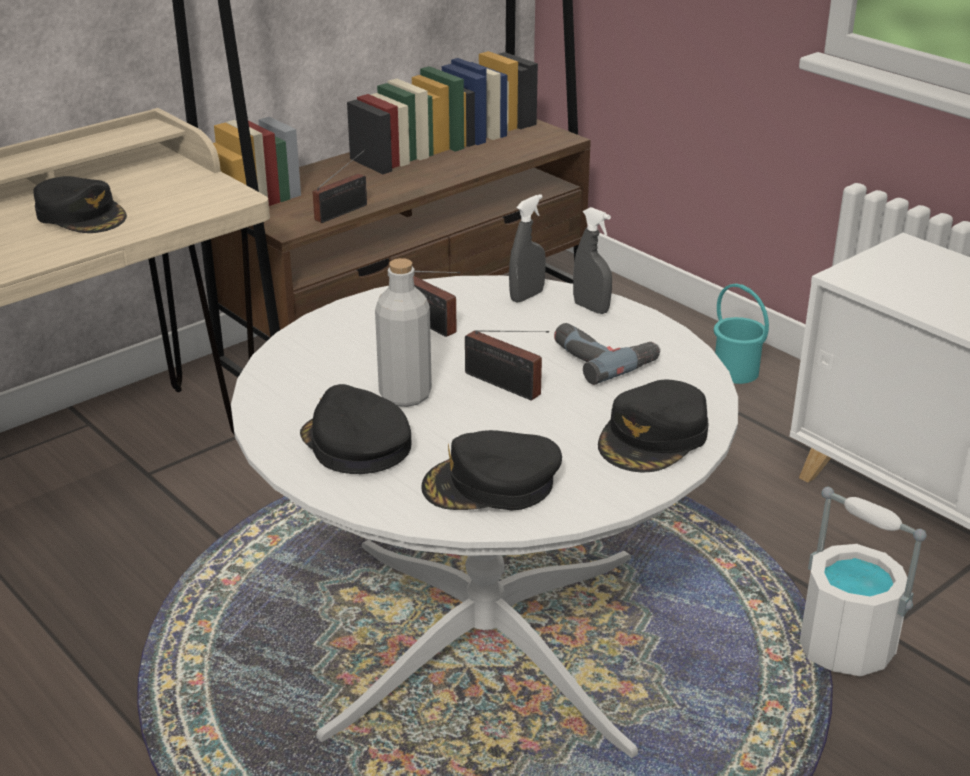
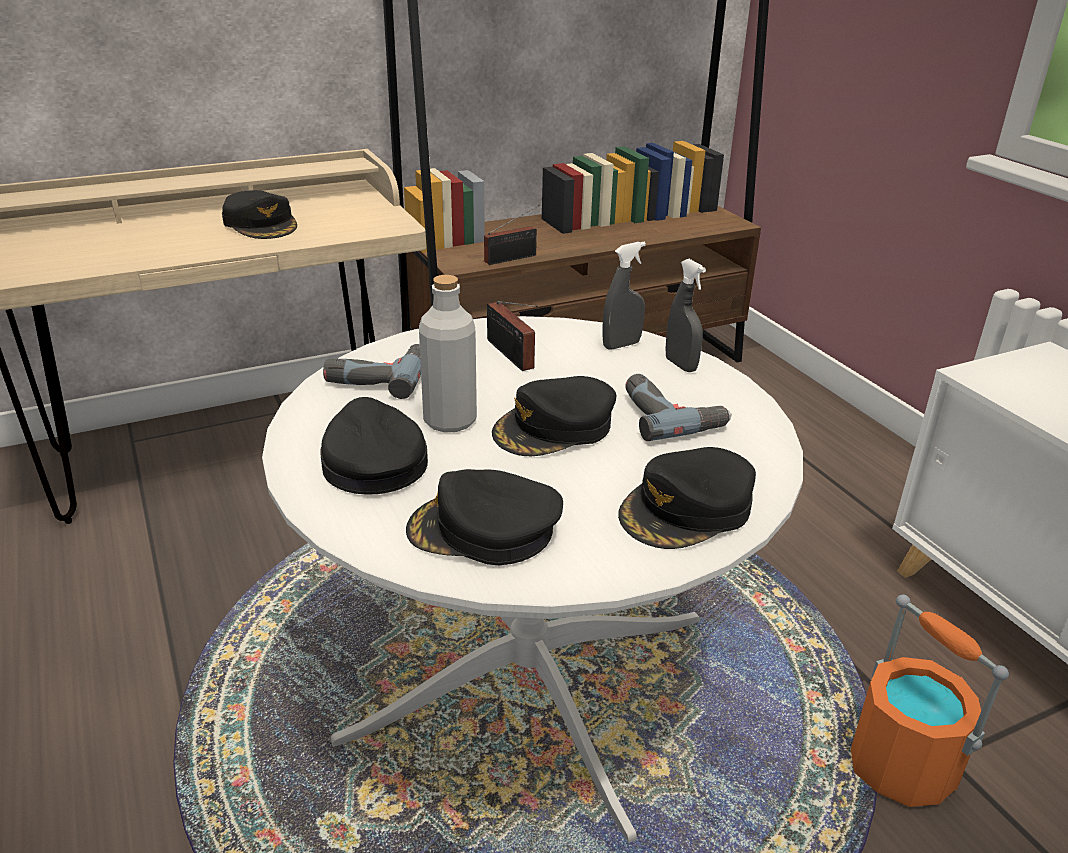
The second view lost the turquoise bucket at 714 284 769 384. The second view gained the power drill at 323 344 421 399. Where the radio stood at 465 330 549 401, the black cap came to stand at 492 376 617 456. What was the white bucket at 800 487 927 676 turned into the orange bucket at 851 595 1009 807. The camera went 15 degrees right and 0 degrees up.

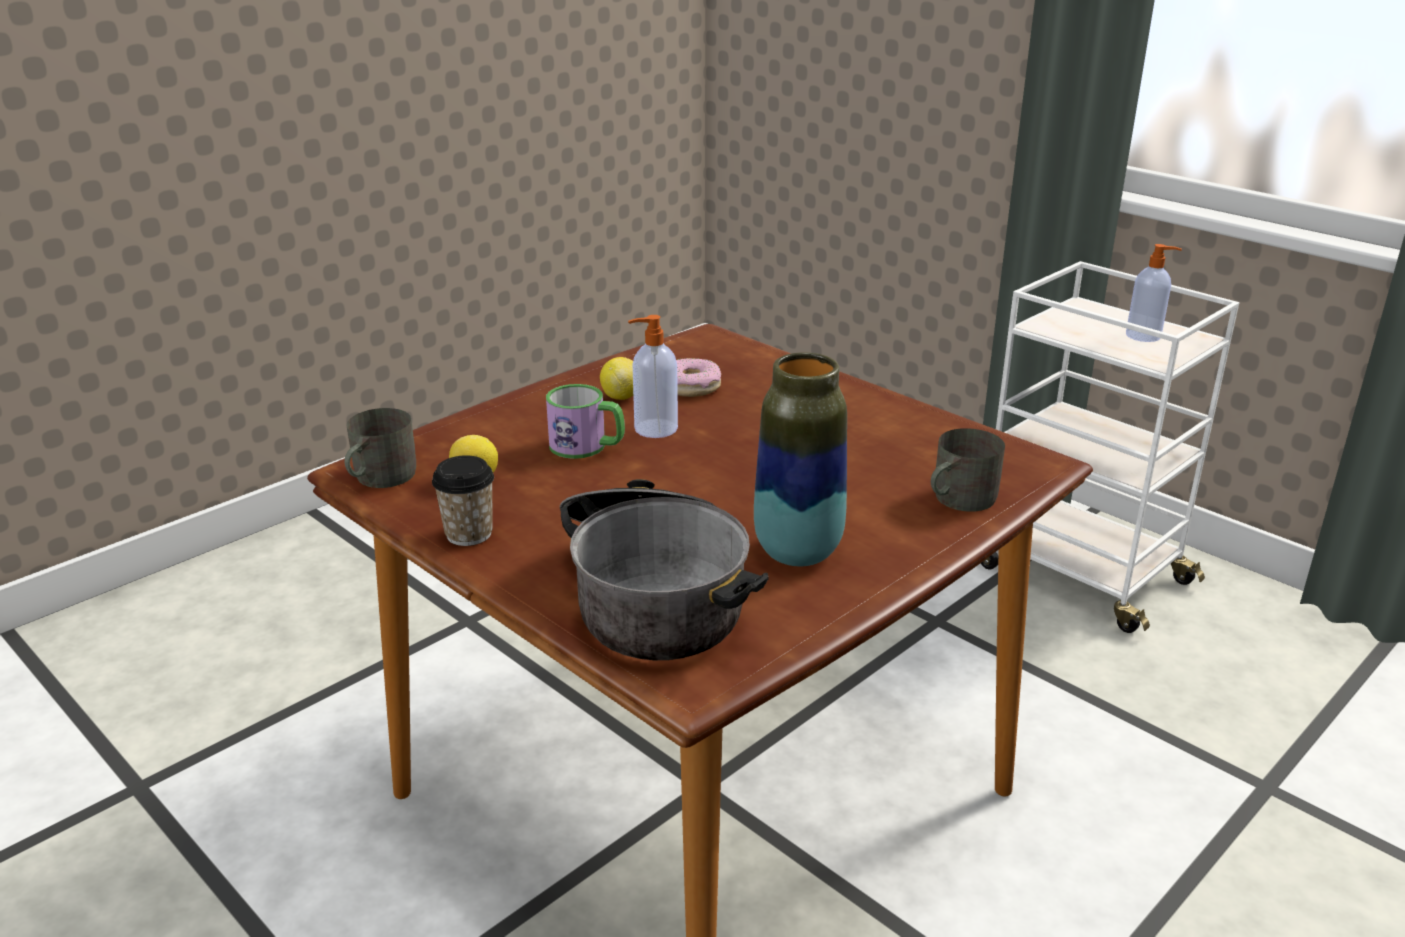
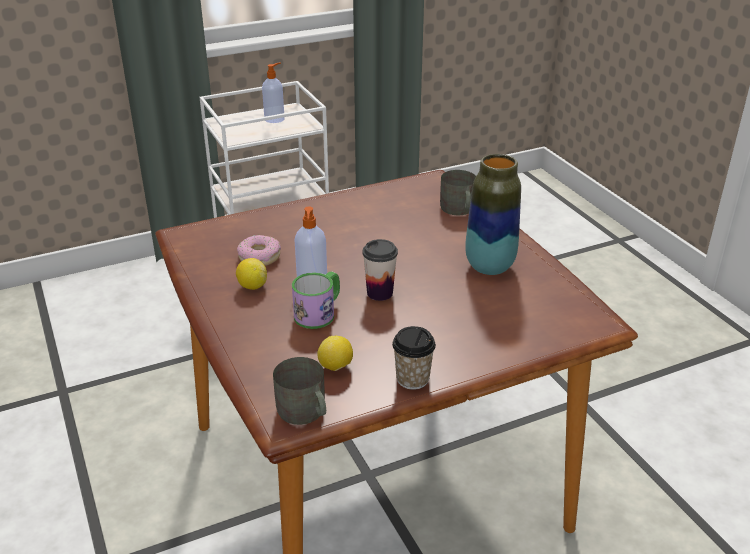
The second view lost the cooking pot at 560 479 768 660. The second view gained the cup at 362 239 398 301. The camera went 70 degrees left and 5 degrees up.

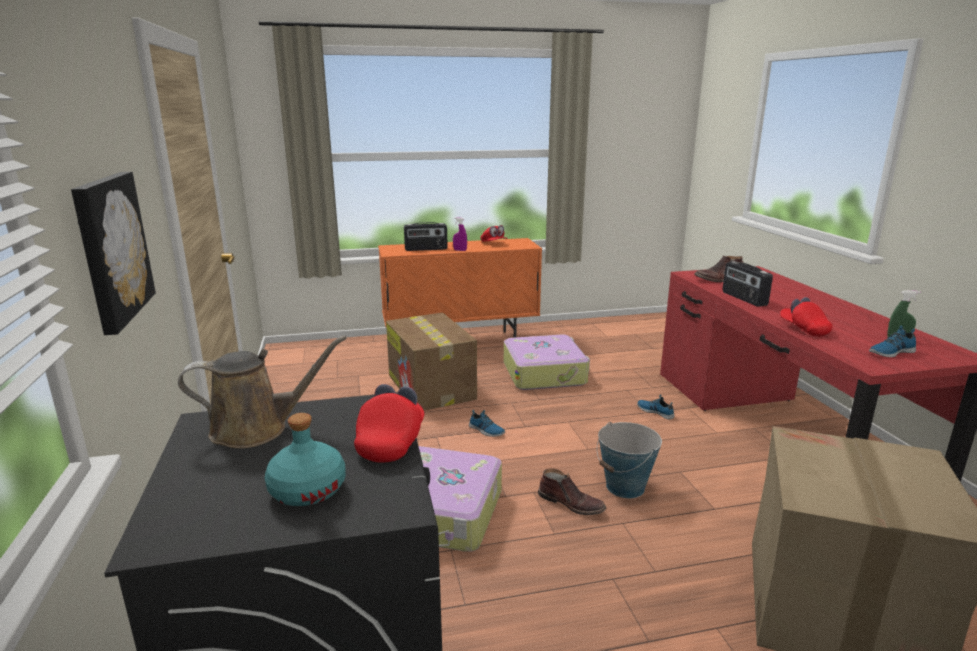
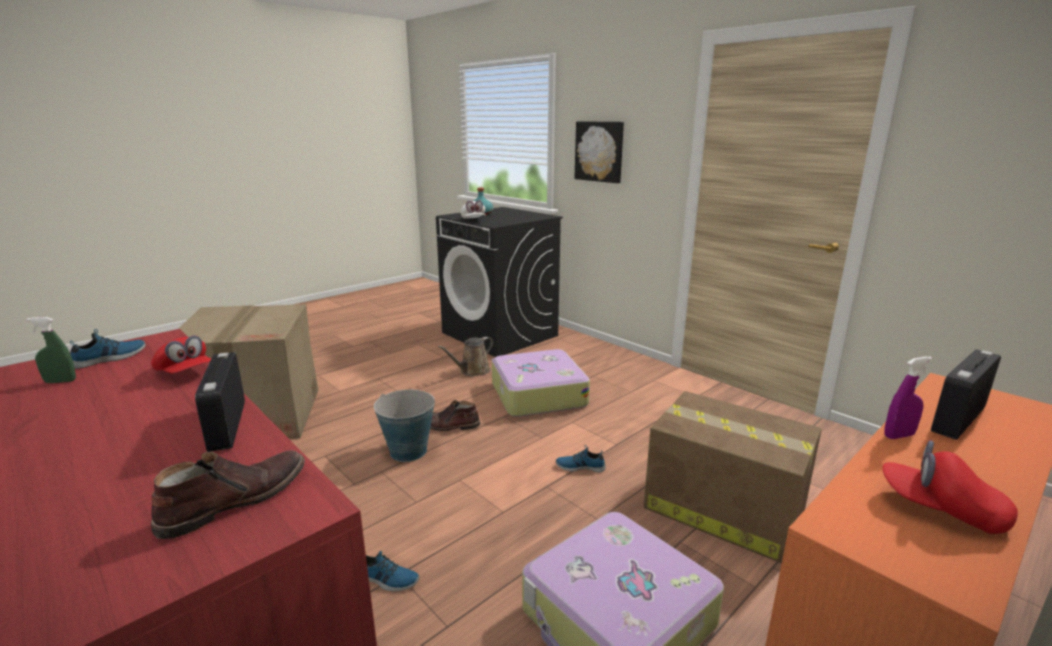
The brown watering can ended up elsewhere, having gone from 178 335 346 449 to 438 337 493 376. What was the red cap at 354 384 424 462 turned into the white cap at 461 200 486 218. The radio at 722 261 773 307 ended up facing another way, 150 degrees counterclockwise from before. The camera went 150 degrees right and 0 degrees up.

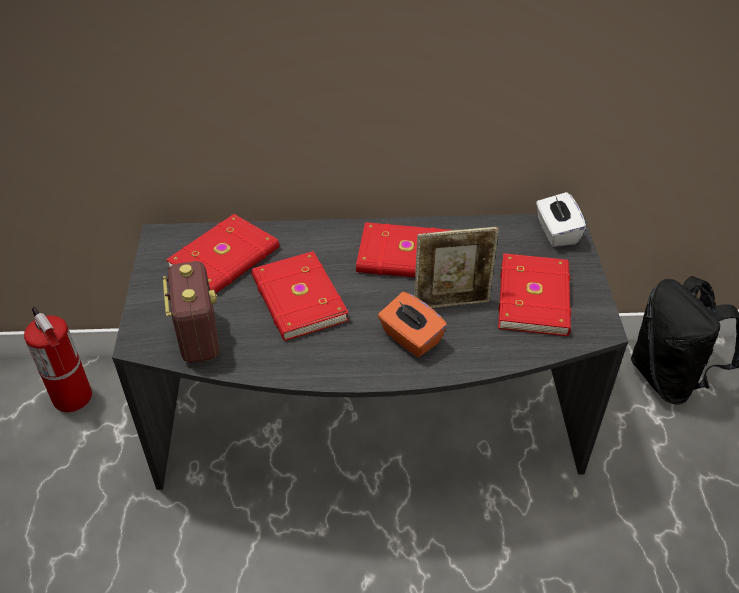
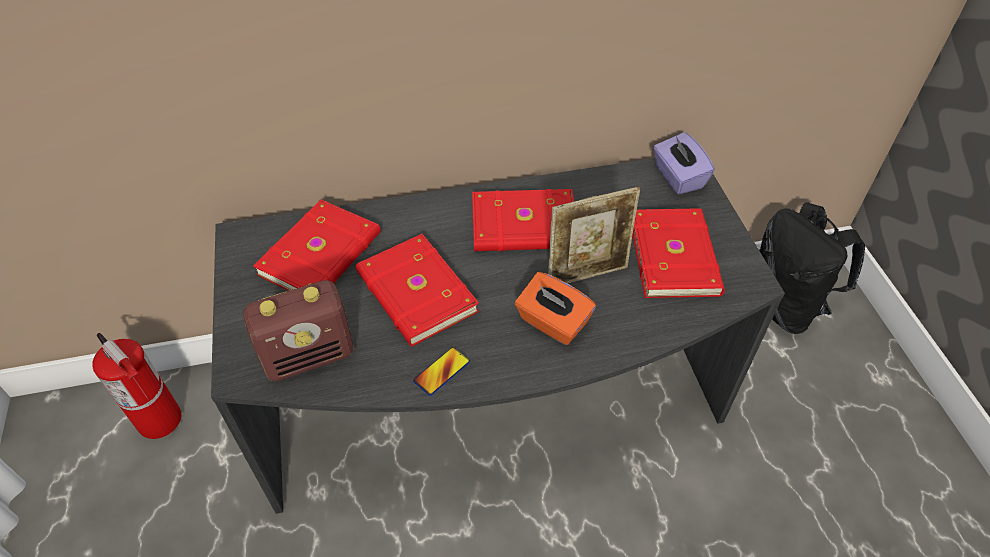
The second view gained the phone at 413 347 470 396. What was the white tissue box at 536 192 586 247 turned into the purple tissue box at 653 132 715 195. The radio at 163 261 219 363 ended up facing another way, 90 degrees clockwise from before. The camera went 10 degrees left and 5 degrees up.

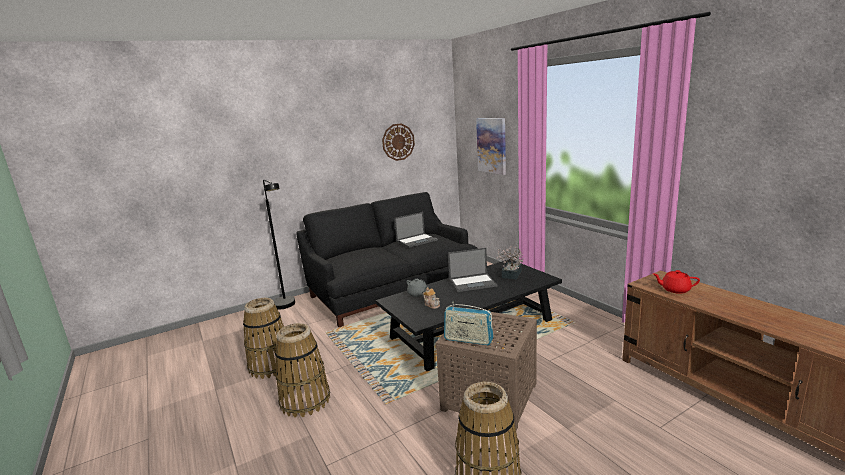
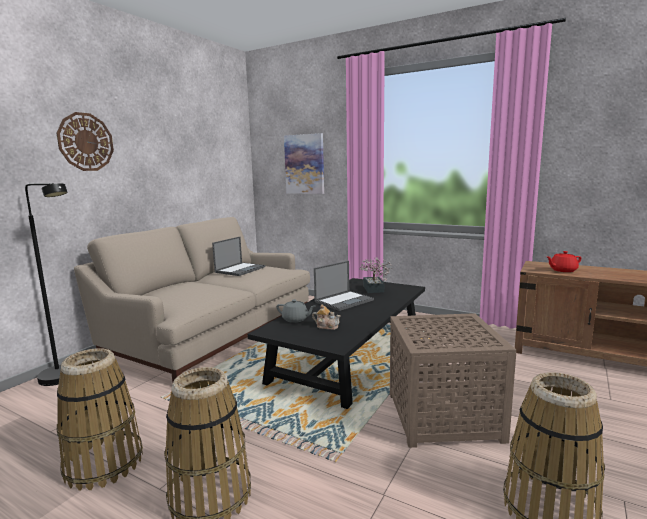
The second view lost the radio at 444 302 493 345. The wall clock ended up elsewhere, having gone from 382 123 415 161 to 57 112 114 171. What was the black sofa at 296 192 478 327 turned into the beige sofa at 74 217 310 382. The camera went 30 degrees left and 5 degrees down.

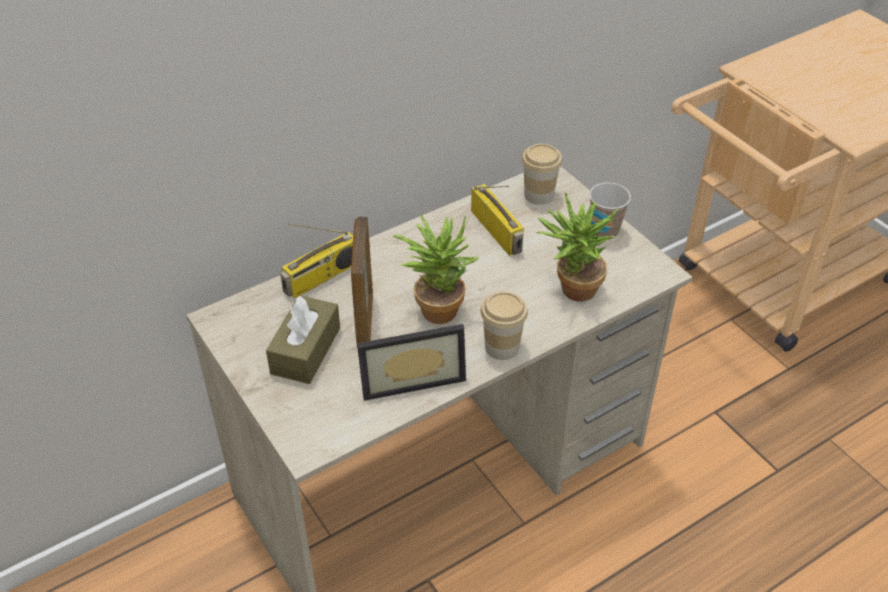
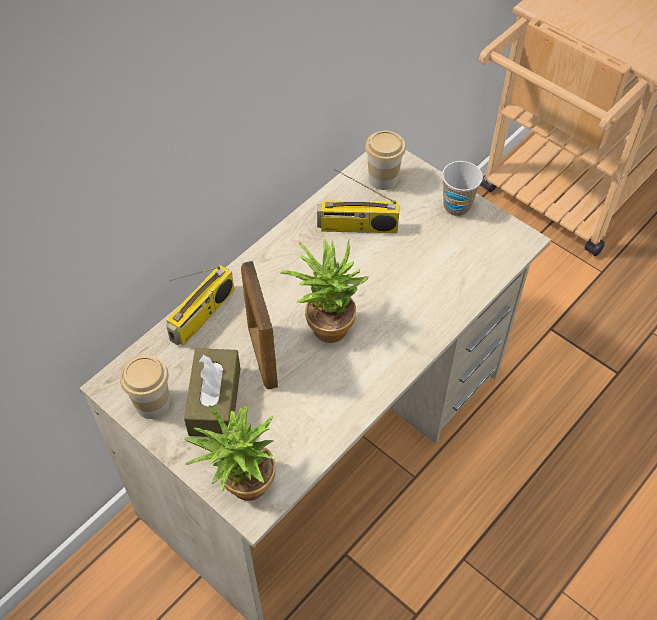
The second view lost the picture frame at 357 324 466 401. The cup ended up elsewhere, having gone from 481 292 528 360 to 120 355 170 419. The potted plant ended up elsewhere, having gone from 537 192 618 302 to 185 405 276 501. The radio at 471 184 524 256 ended up facing another way, 135 degrees clockwise from before. The camera went 15 degrees left and 10 degrees up.

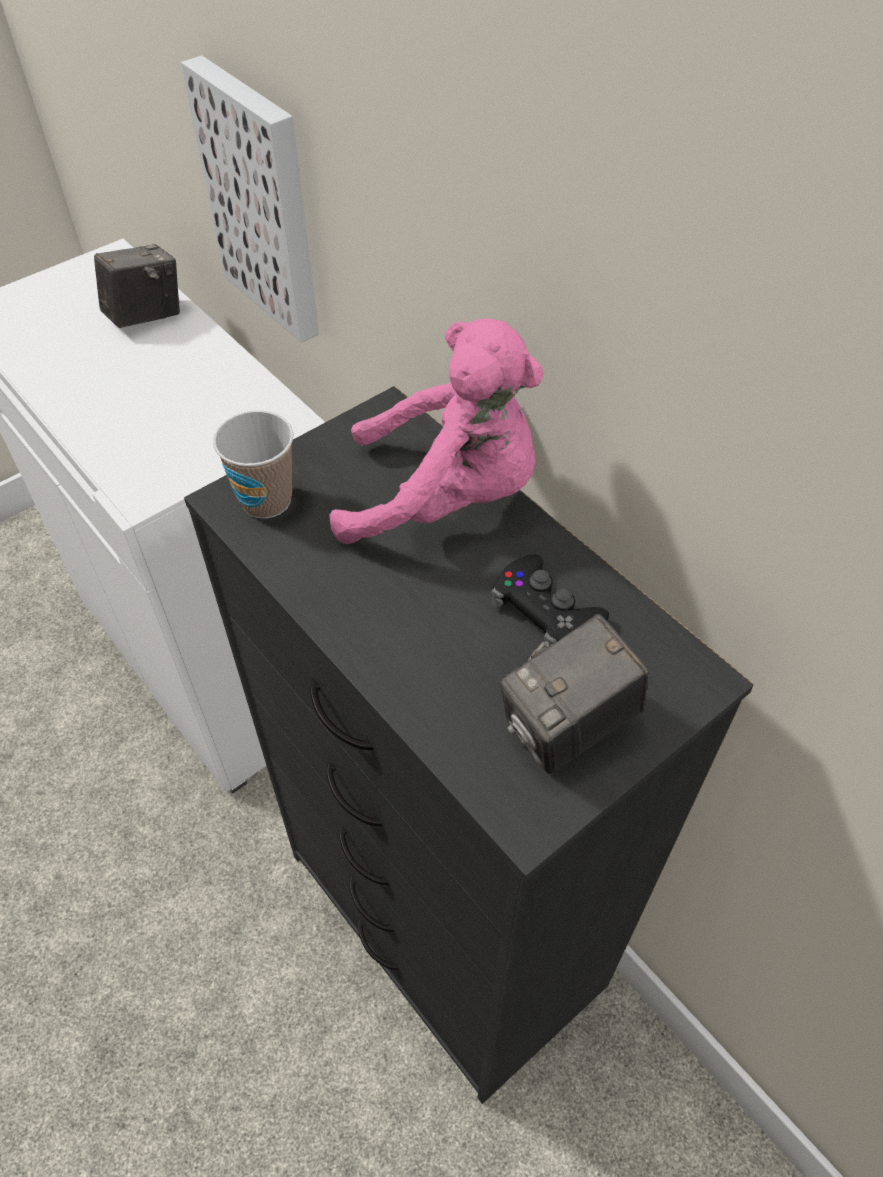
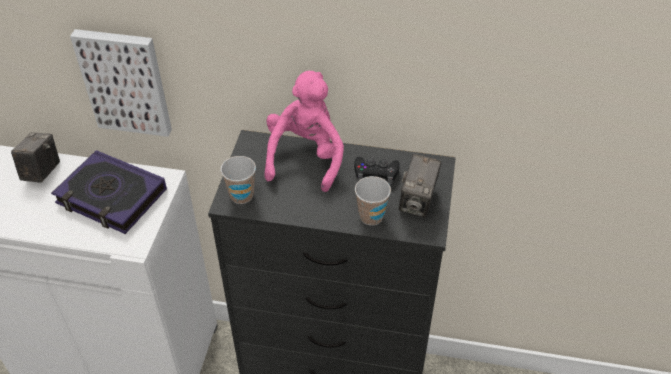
The second view gained the book at 51 150 167 234. The second view gained the cup at 355 176 391 225. The pink plush toy at 329 318 544 544 ended up facing another way, 45 degrees counterclockwise from before. The camera went 40 degrees left and 5 degrees down.

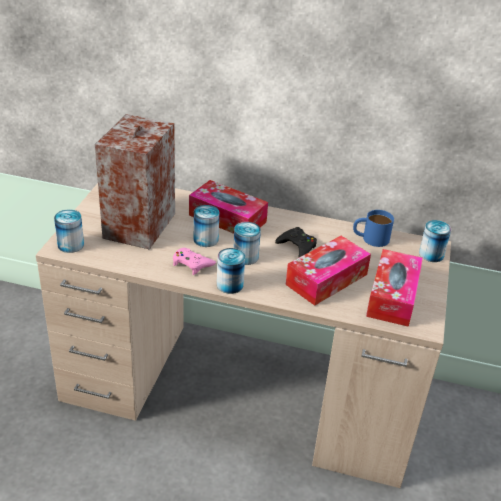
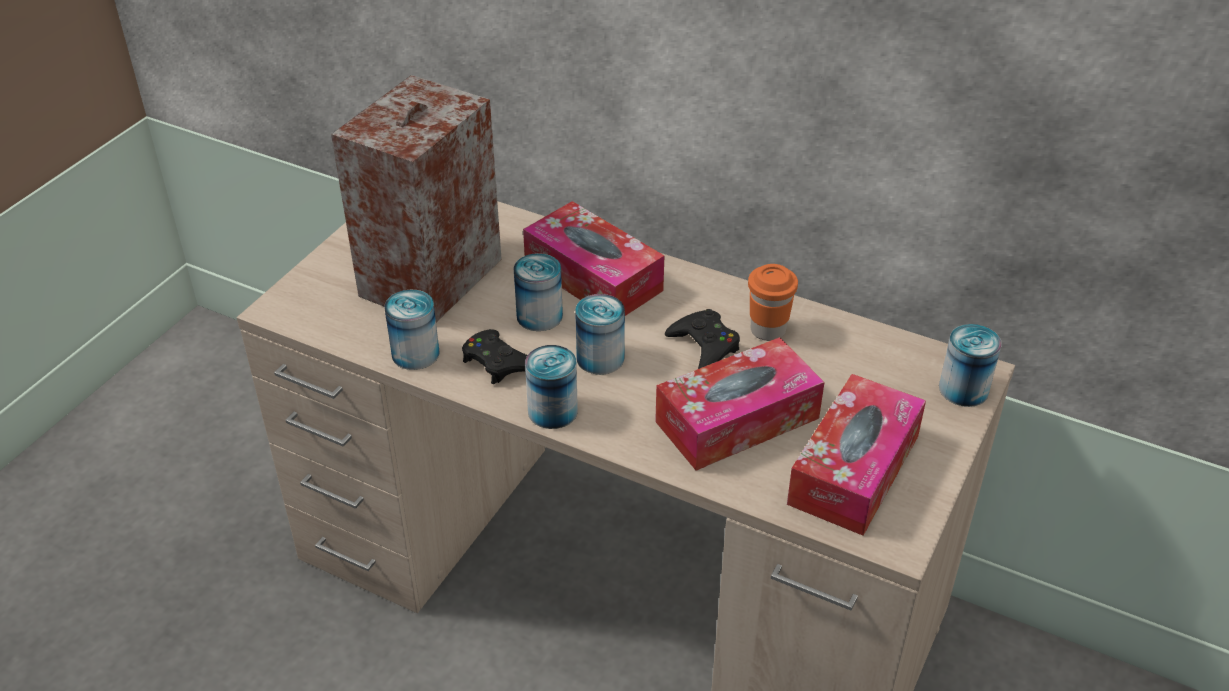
The second view lost the blue mug at 353 210 394 247. The second view gained the orange cup at 748 264 798 341. The can ended up elsewhere, having gone from 54 209 84 253 to 384 290 440 370. What was the pink game controller at 173 248 216 275 turned into the black game controller at 462 329 527 384. The camera went 15 degrees right and 5 degrees up.

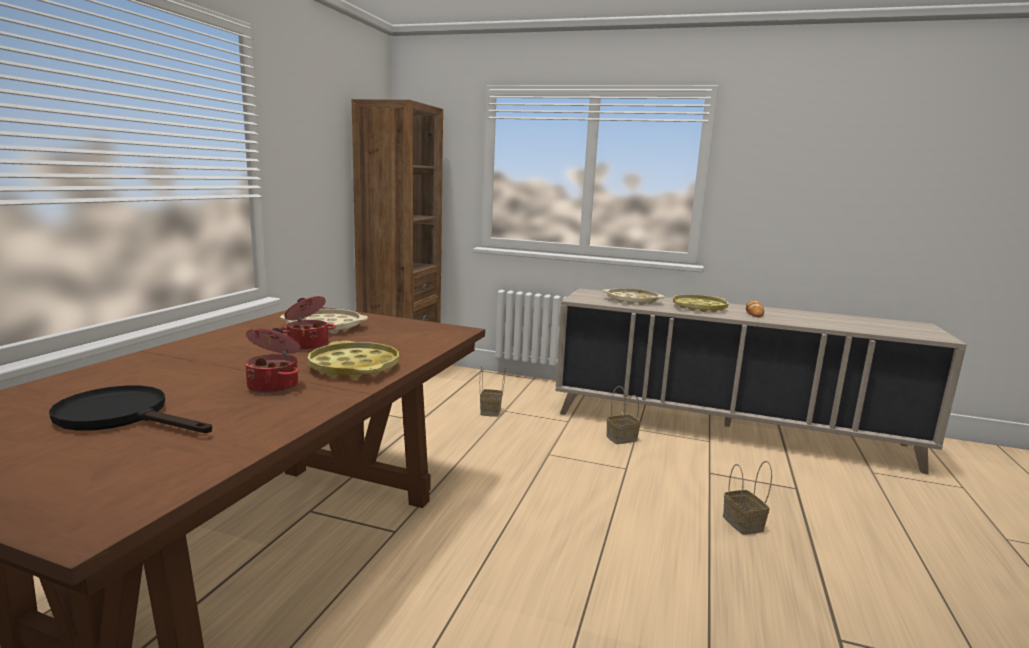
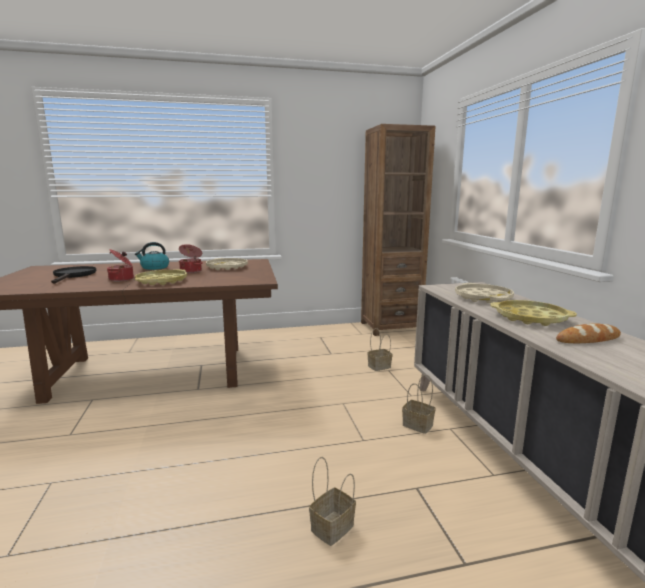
The second view gained the kettle at 135 242 169 270. The camera went 60 degrees right and 0 degrees up.

